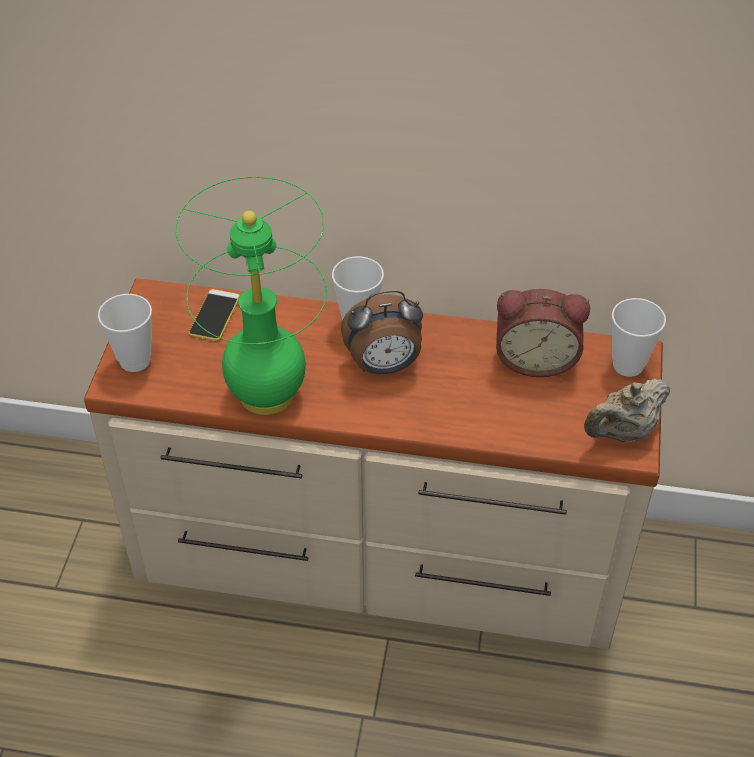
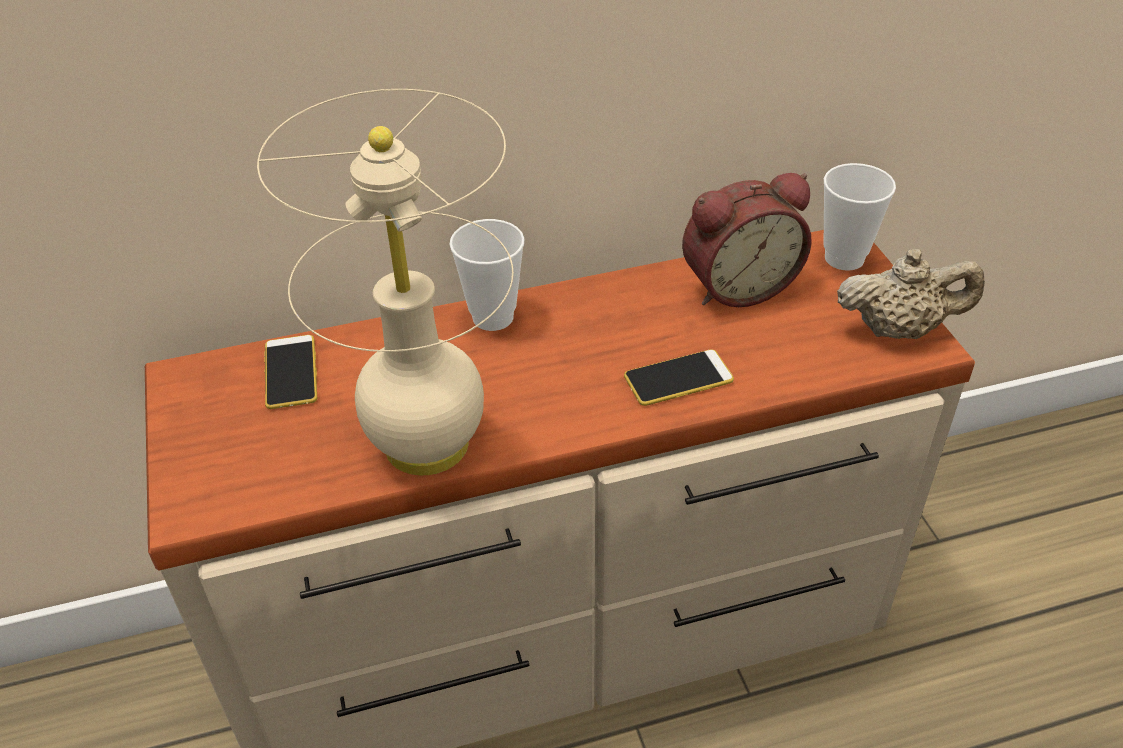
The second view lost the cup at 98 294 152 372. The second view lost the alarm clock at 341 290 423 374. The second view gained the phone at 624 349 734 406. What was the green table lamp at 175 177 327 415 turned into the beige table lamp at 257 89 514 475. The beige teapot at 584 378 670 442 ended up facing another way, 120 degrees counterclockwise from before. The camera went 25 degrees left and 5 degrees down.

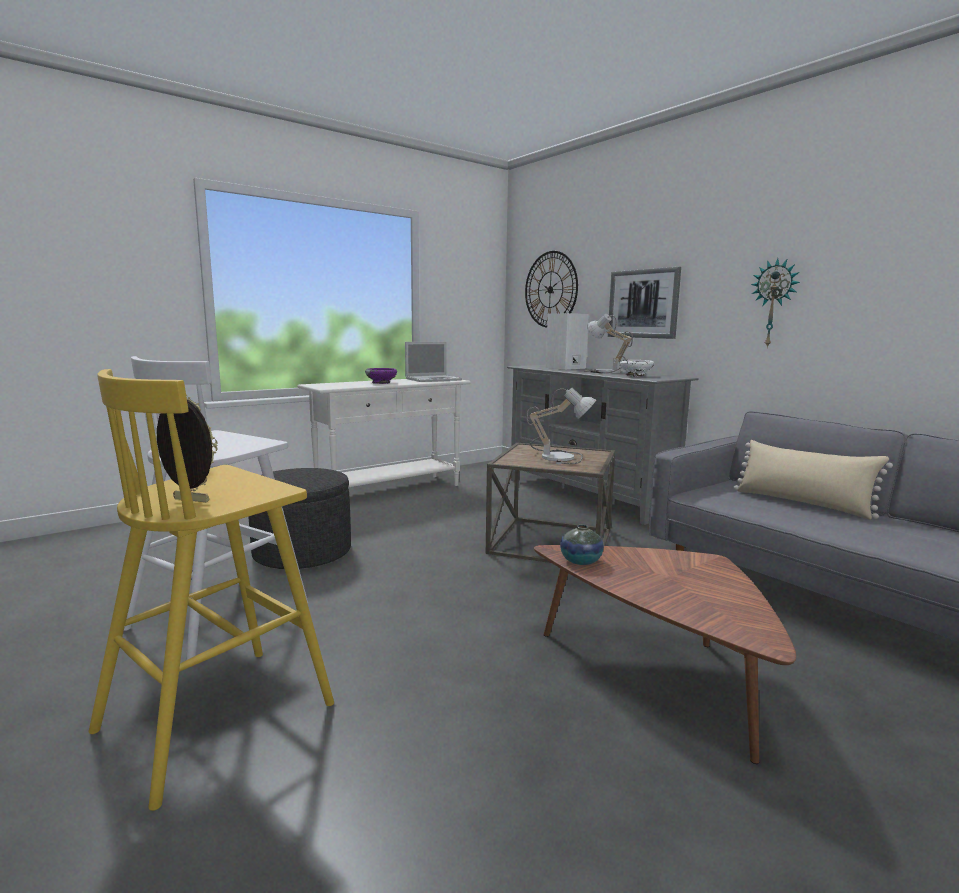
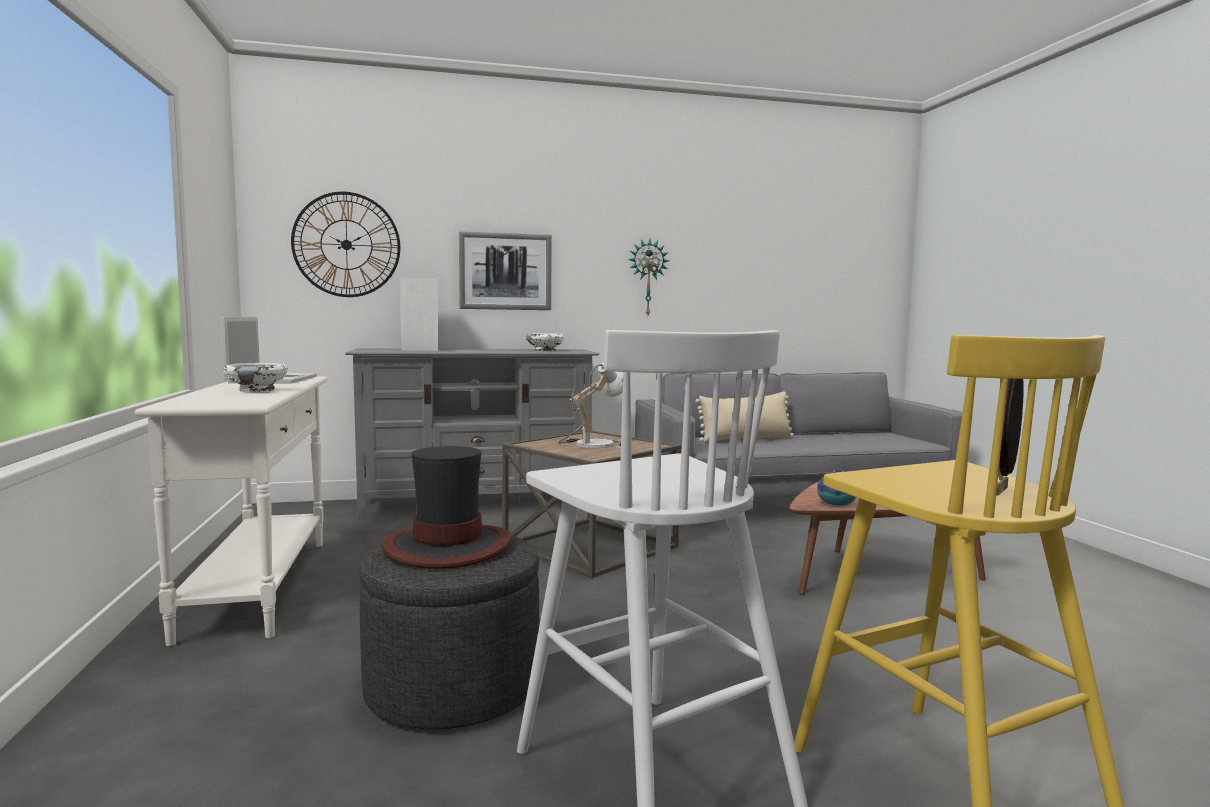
The second view lost the table lamp at 584 314 633 373. The second view gained the hat at 381 446 512 569. What was the purple bowl at 365 368 397 384 turned into the white bowl at 224 363 288 392. The camera went 65 degrees left and 5 degrees down.

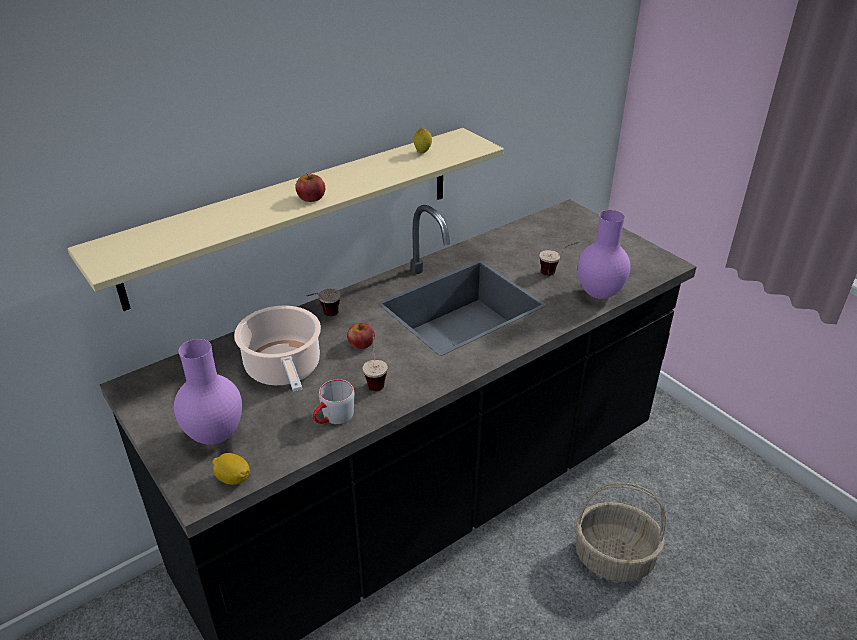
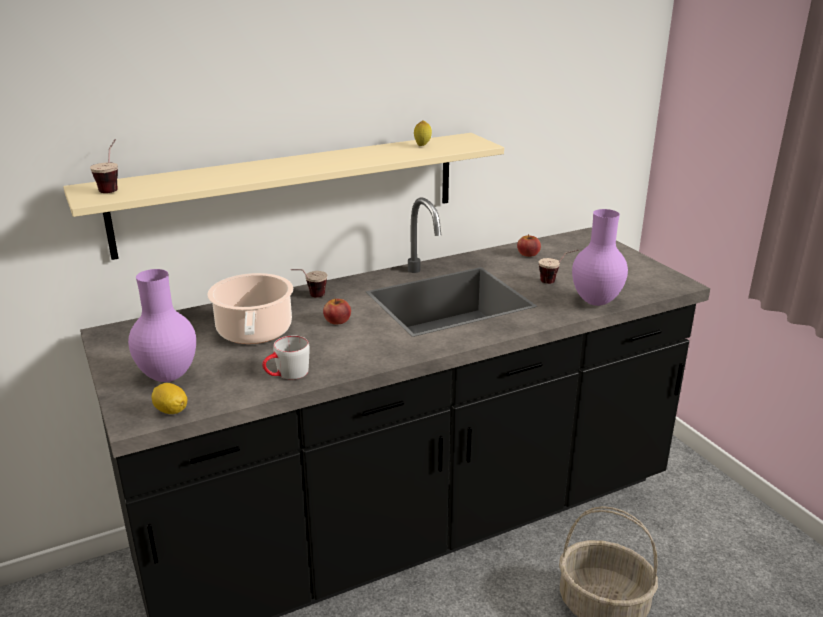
The apple ended up elsewhere, having gone from 295 173 325 202 to 517 234 541 257. The cup ended up elsewhere, having gone from 362 334 388 391 to 90 139 118 193. The camera went 10 degrees right and 10 degrees down.

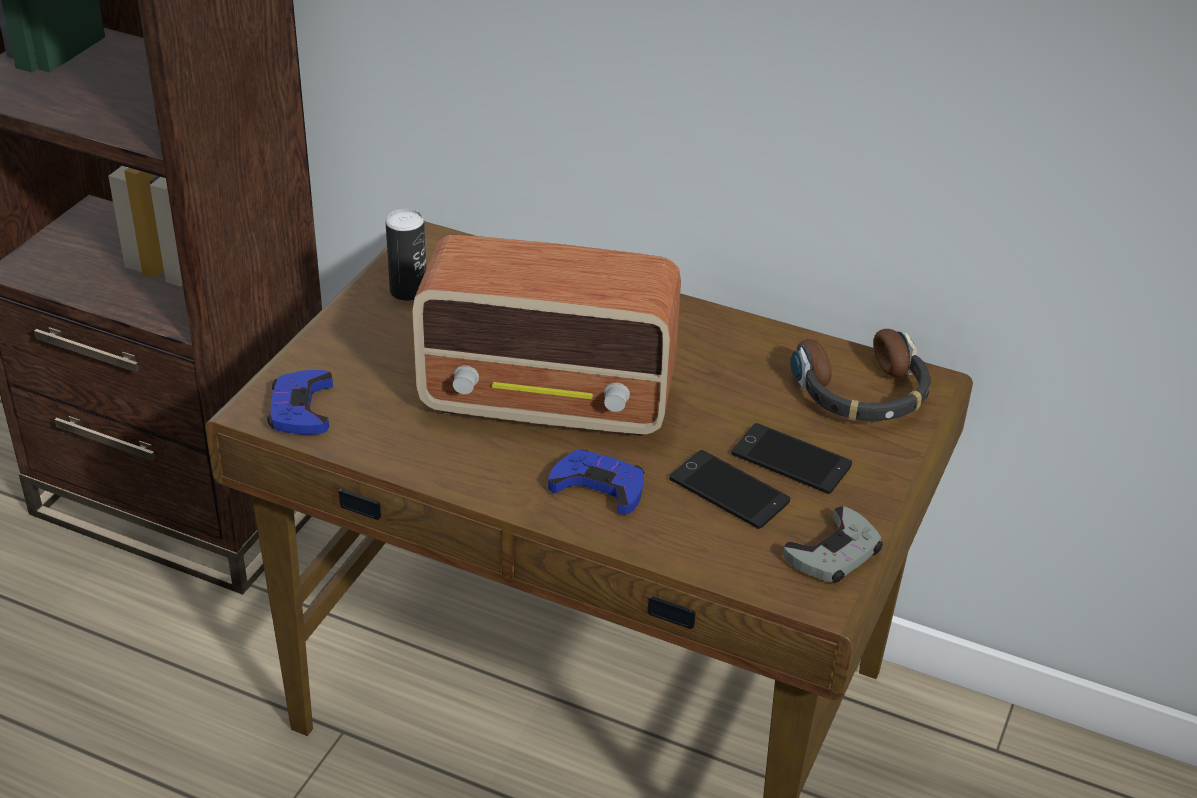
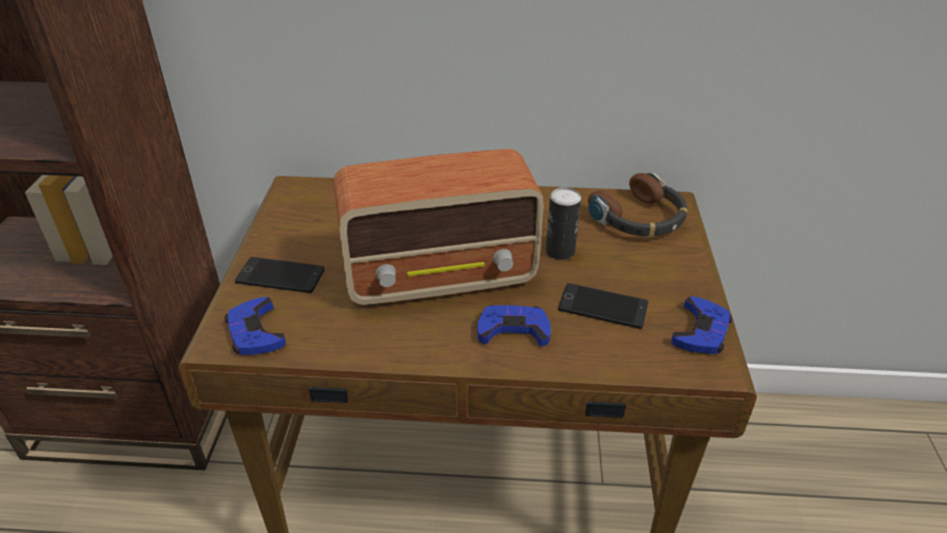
The can ended up elsewhere, having gone from 385 209 426 301 to 546 187 581 260. The phone ended up elsewhere, having gone from 731 423 852 494 to 235 257 325 293. What was the grey game controller at 783 506 883 583 turned into the blue game controller at 671 296 732 354. The camera went 20 degrees left and 0 degrees up.

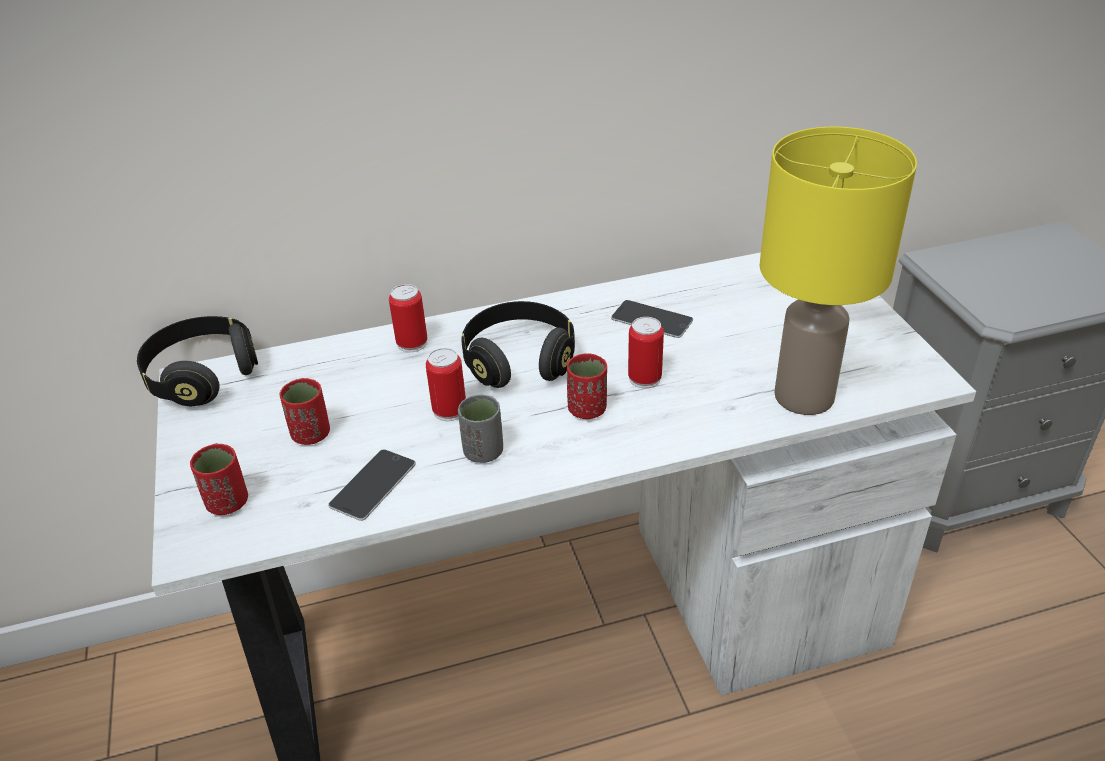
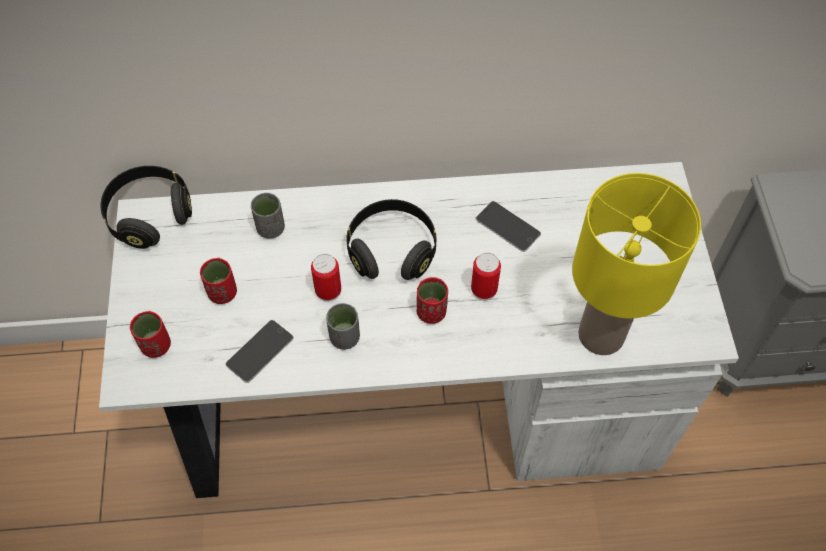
The second view lost the can at 389 284 427 352. The second view gained the grey cup at 251 193 285 239. The camera went 10 degrees right and 20 degrees up.

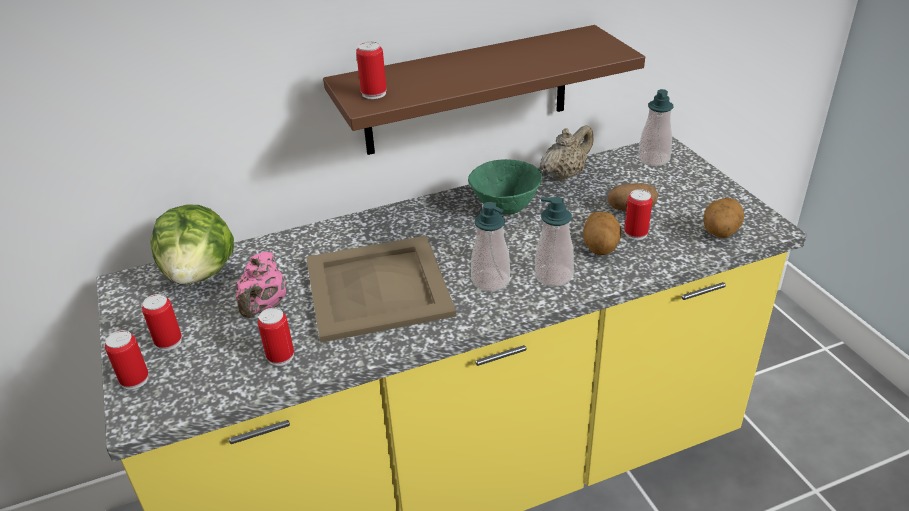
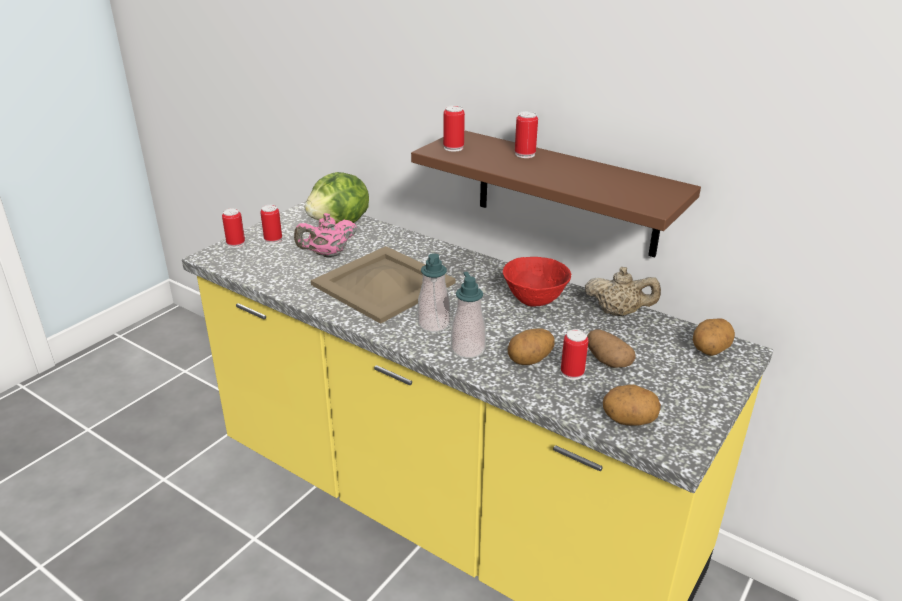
The can ended up elsewhere, having gone from 258 308 294 366 to 515 111 538 158. Where the soap dispenser stood at 638 89 673 166, the potato came to stand at 693 318 735 356. What was the green bowl at 468 159 542 215 turned into the red bowl at 503 257 571 307. The camera went 55 degrees right and 5 degrees down.

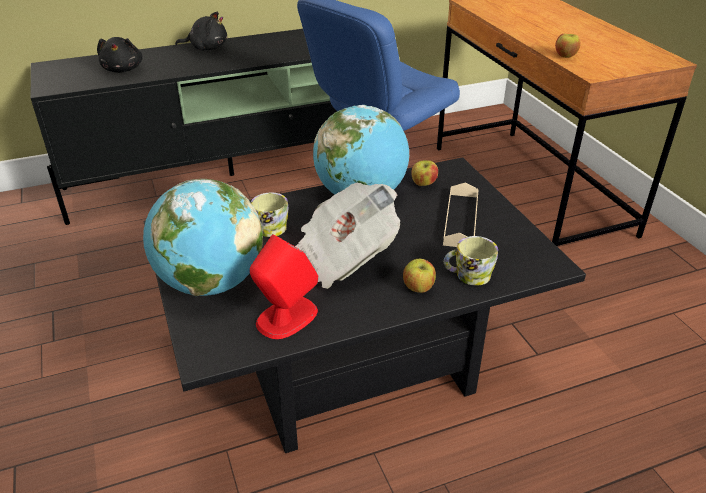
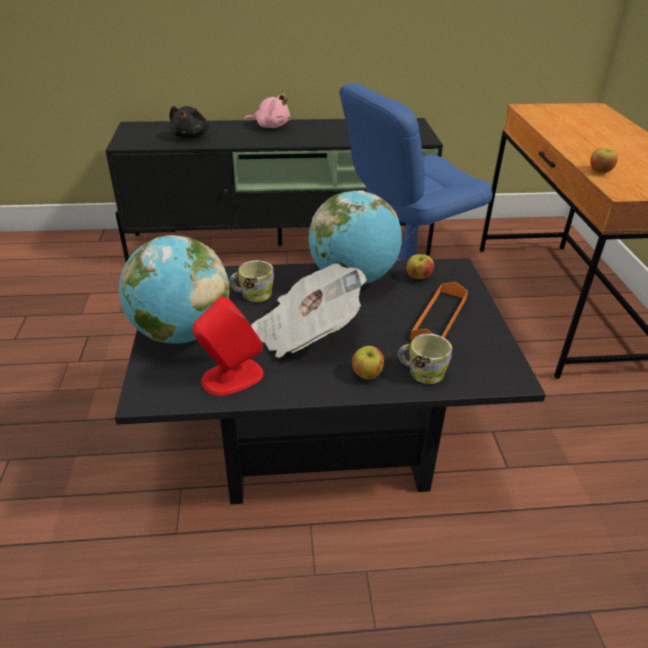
What was the black plush toy at 175 11 227 50 turned into the pink plush toy at 244 94 290 128. What was the beige tray at 443 182 479 247 turned into the orange tray at 410 282 468 339. The camera went 15 degrees right and 0 degrees up.

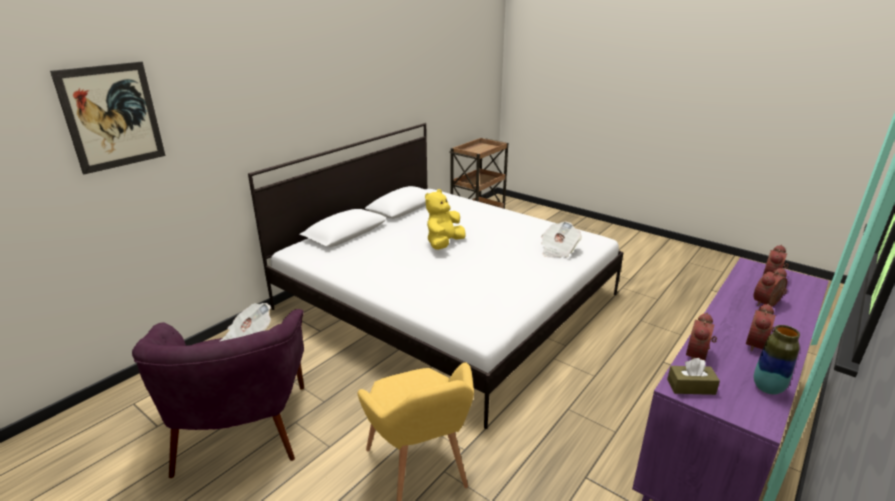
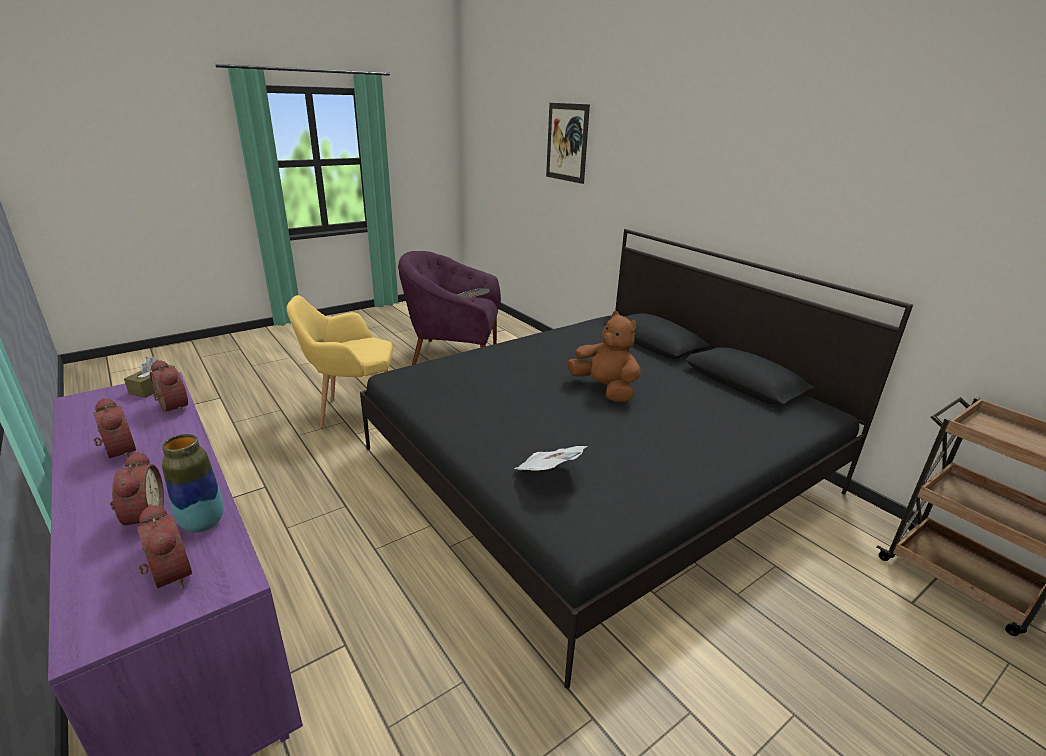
The vase ended up elsewhere, having gone from 753 325 800 395 to 162 434 224 532. What was the white bed at 248 123 624 429 turned into the black bed at 360 229 913 689. What was the yellow plush toy at 425 189 466 250 turned into the brown plush toy at 567 311 641 402. The camera went 105 degrees right and 0 degrees up.

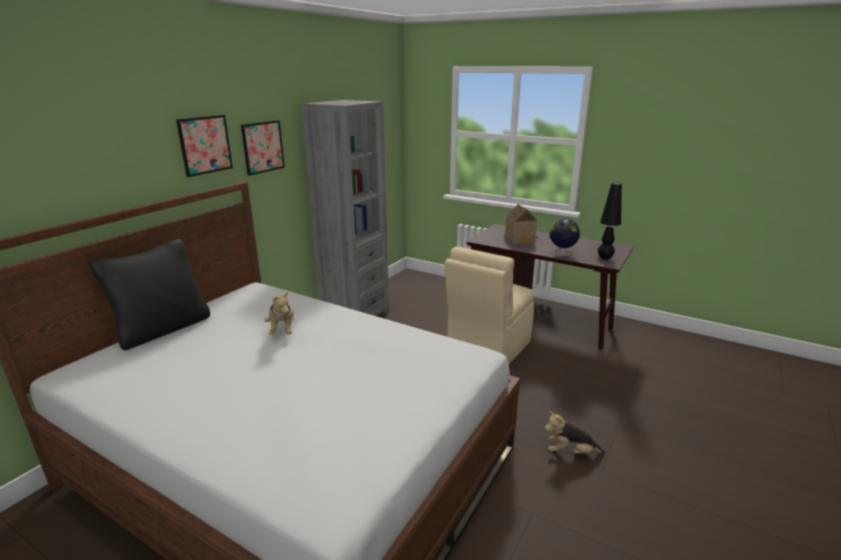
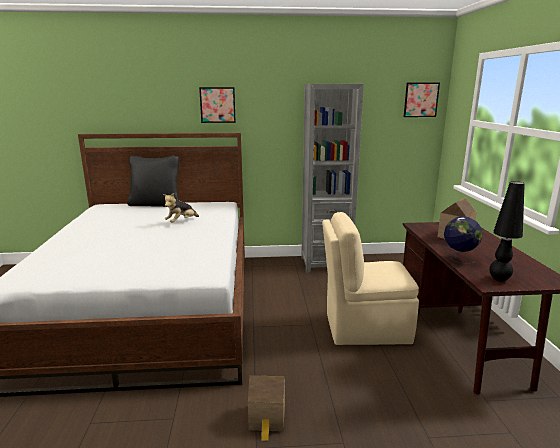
The picture ended up elsewhere, having gone from 241 120 285 176 to 404 83 440 117. Where the plush toy stood at 545 411 606 454, the toy house came to stand at 248 375 285 441. The camera went 55 degrees right and 5 degrees down.

